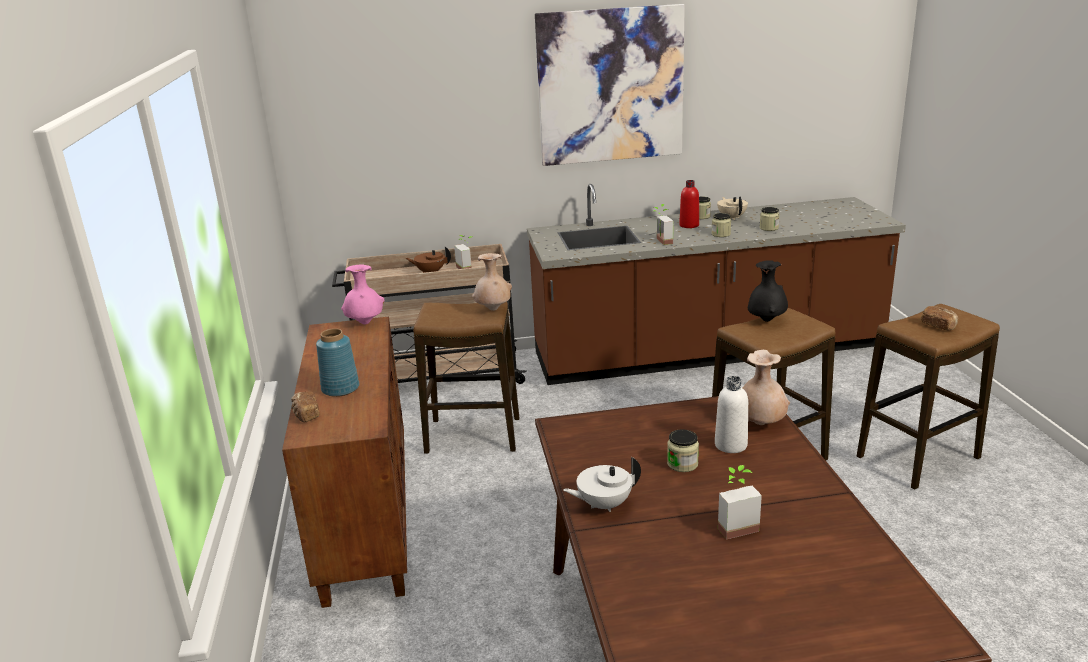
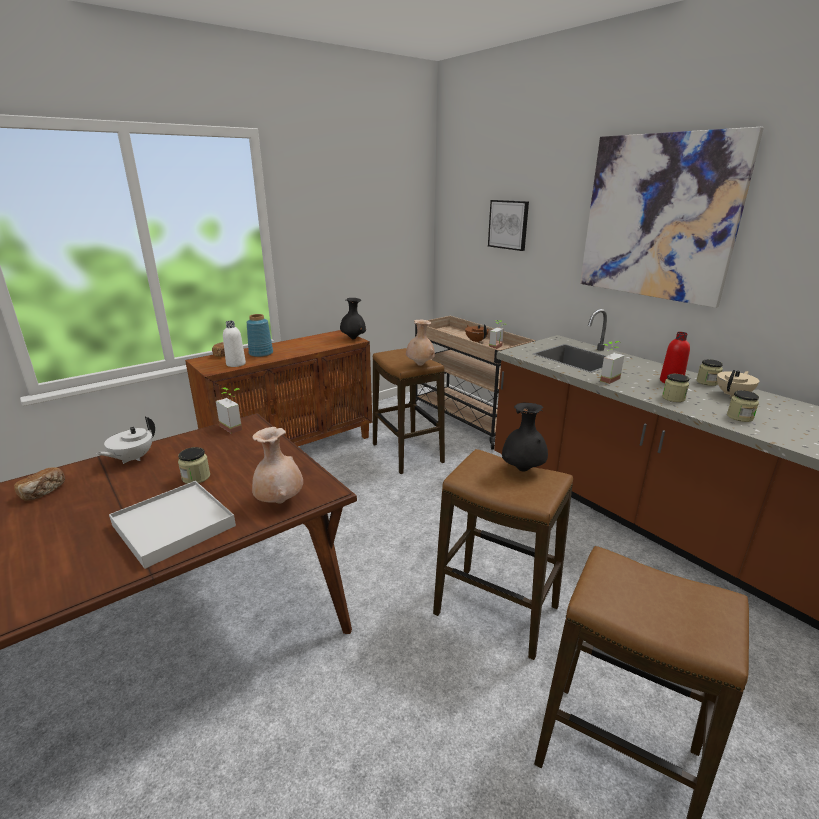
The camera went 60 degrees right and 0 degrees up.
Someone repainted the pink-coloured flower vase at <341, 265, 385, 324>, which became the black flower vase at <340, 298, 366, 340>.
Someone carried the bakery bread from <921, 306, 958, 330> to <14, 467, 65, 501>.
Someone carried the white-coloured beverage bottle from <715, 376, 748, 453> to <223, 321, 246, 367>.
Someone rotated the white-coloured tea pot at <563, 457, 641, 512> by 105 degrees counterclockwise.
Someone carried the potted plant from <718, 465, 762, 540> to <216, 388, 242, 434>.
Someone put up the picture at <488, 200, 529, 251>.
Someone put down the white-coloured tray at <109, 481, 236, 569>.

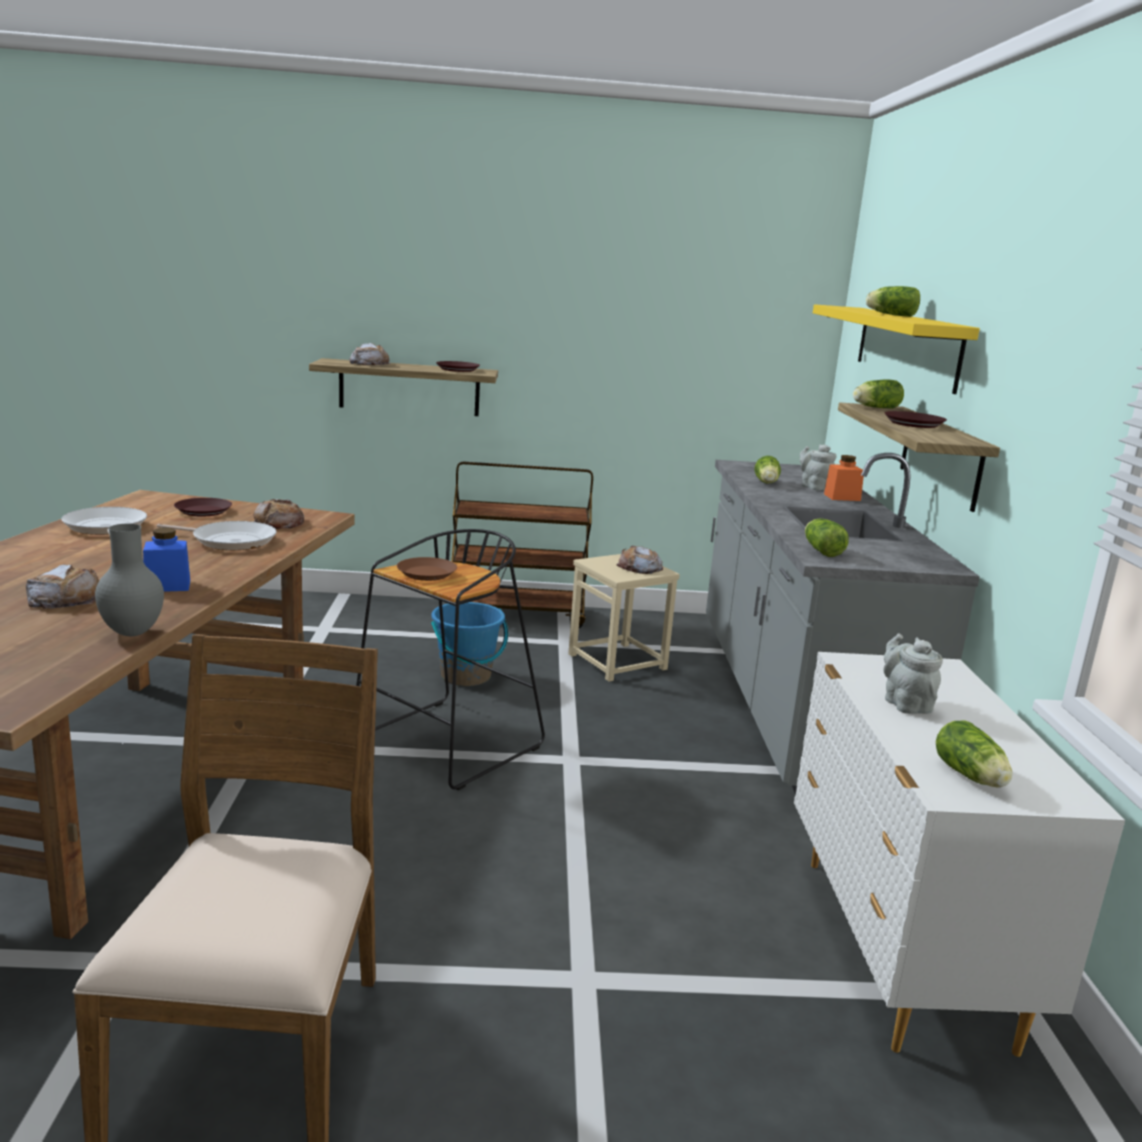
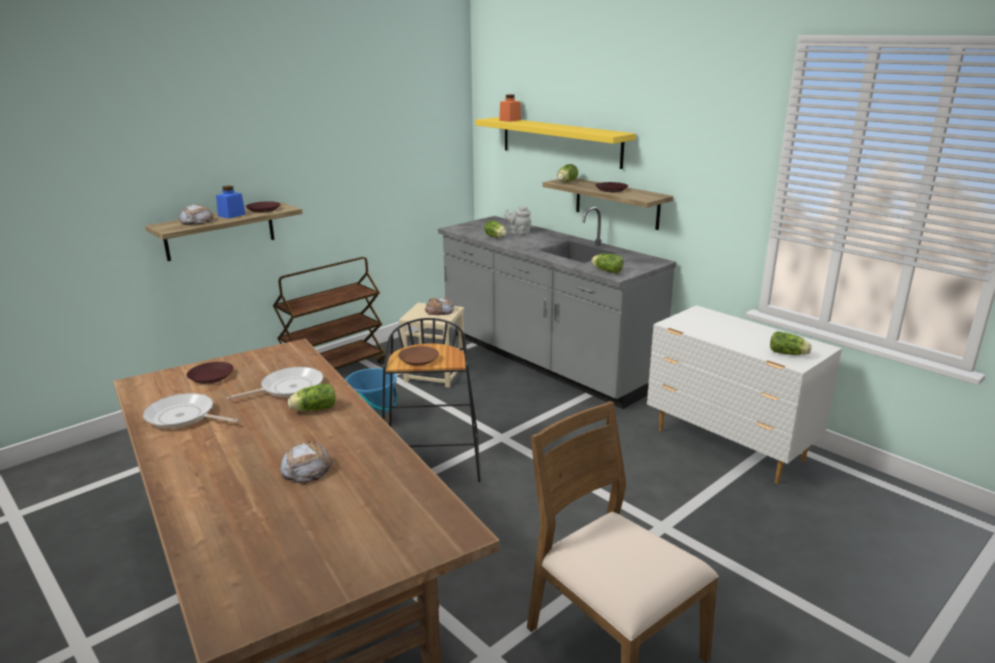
The camera went 40 degrees left and 5 degrees up.
Someone carried the lettuce head from <866, 286, 920, 317> to <288, 383, 336, 411>.
Someone carried the orangey preserve jar from <824, 455, 864, 501> to <499, 95, 521, 122>.
Someone took away the bakery bread at <253, 499, 304, 529>.
Someone took away the grey flower vase at <95, 524, 164, 636>.
Someone carried the bluish preserve jar from <143, 528, 190, 592> to <216, 186, 245, 219>.
Someone took away the grey tea pot at <883, 633, 943, 714>.

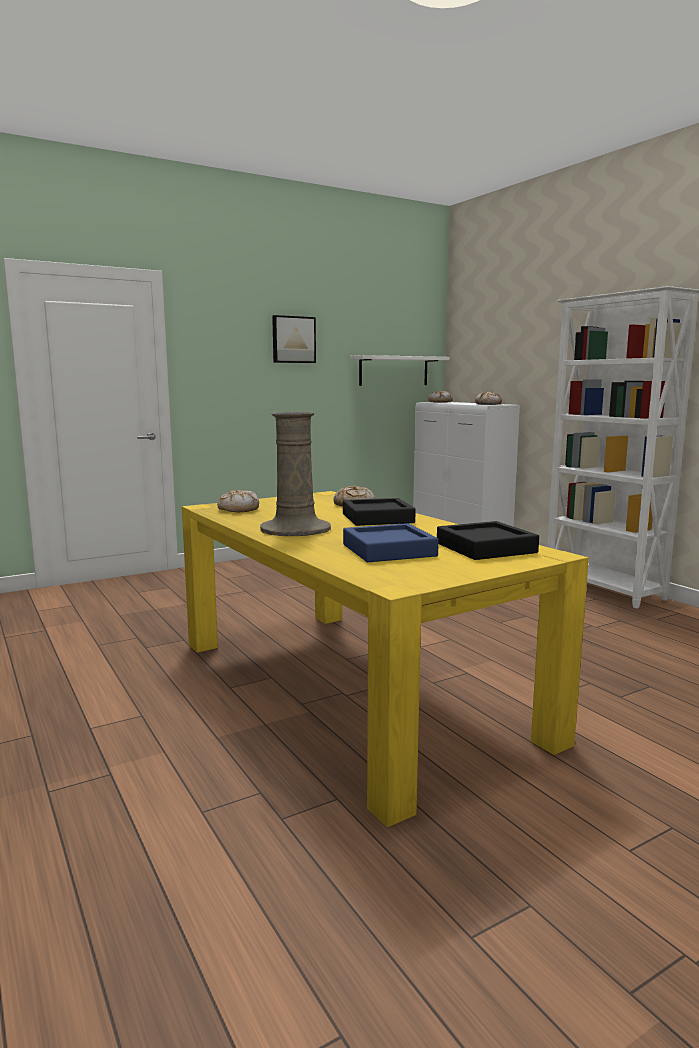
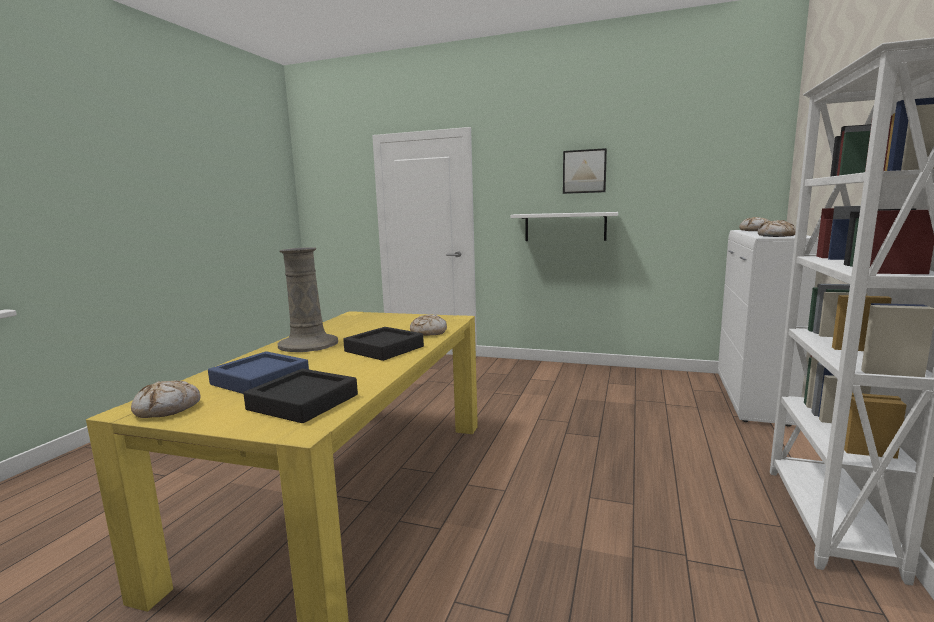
The camera went 50 degrees right and 0 degrees up.
Someone carried the white-coloured shelf from <350, 355, 449, 386> to <511, 212, 618, 241>.
Someone carried the bakery bread from <217, 490, 259, 512> to <131, 381, 201, 418>.

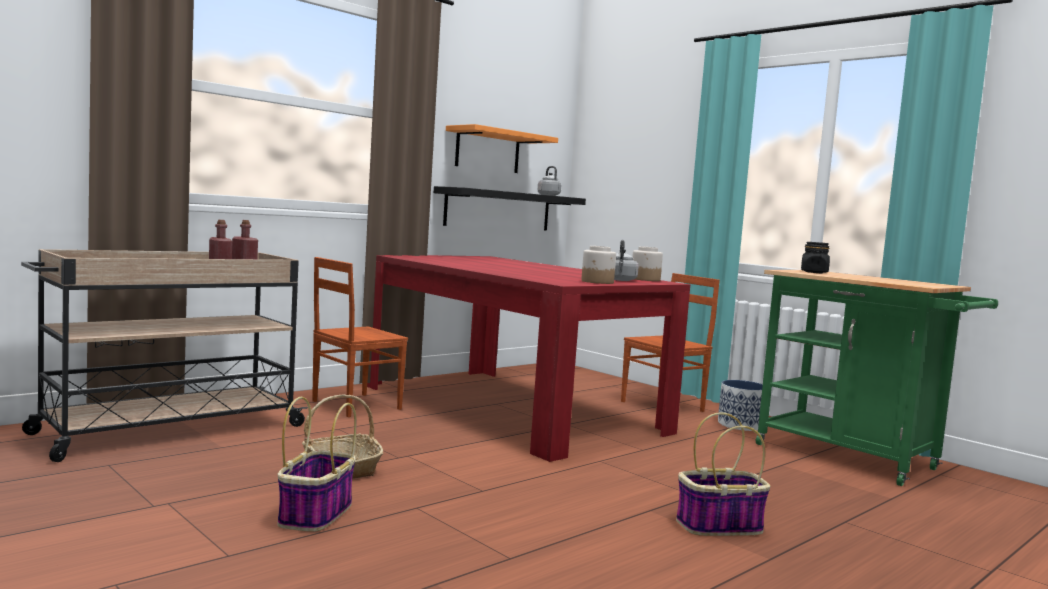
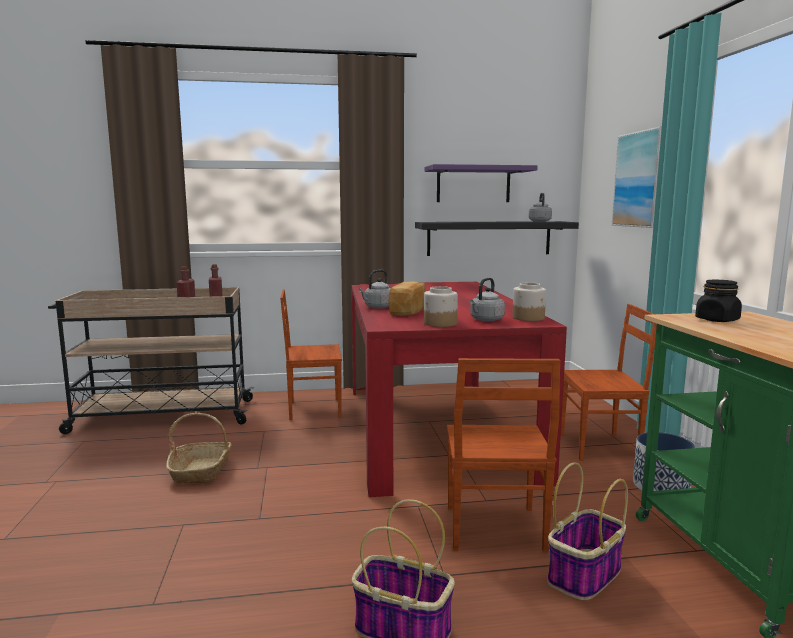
The camera went 35 degrees right and 5 degrees up.
Someone repainted the orangey shelf at <446, 124, 558, 173>, which became the purple-coloured shelf at <425, 164, 538, 202>.
Someone carried the basket from <277, 397, 357, 532> to <547, 462, 628, 601>.
Someone put up the picture at <612, 126, 662, 228>.
Someone put down the grey tea kettle at <359, 270, 391, 308>.
Someone put down the bakery bread at <388, 282, 426, 316>.
Someone put down the brownish upright chair at <447, 358, 561, 552>.

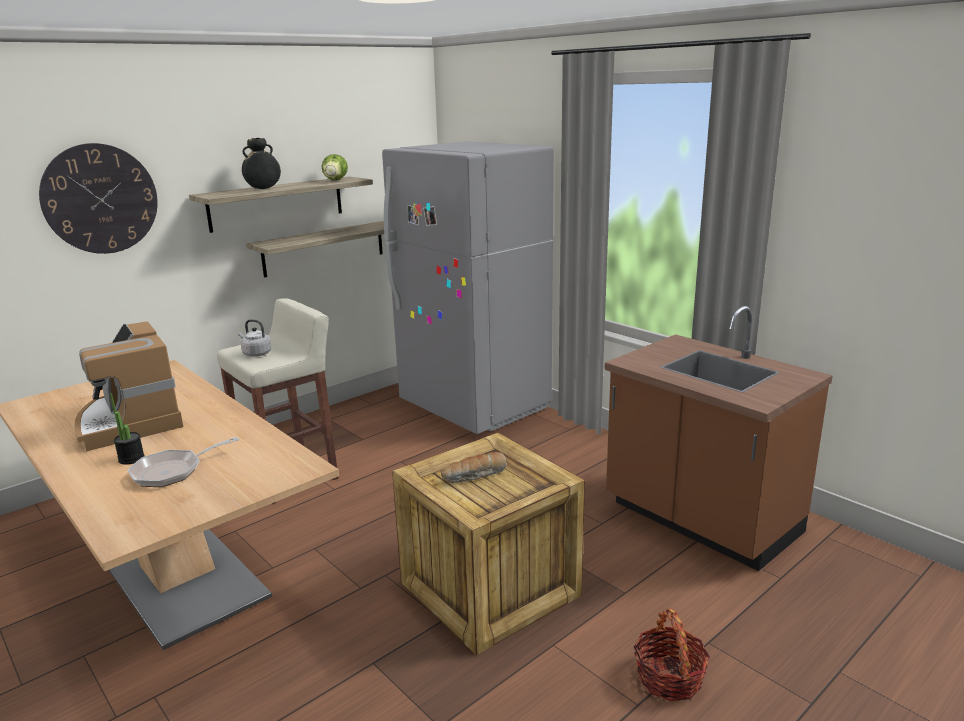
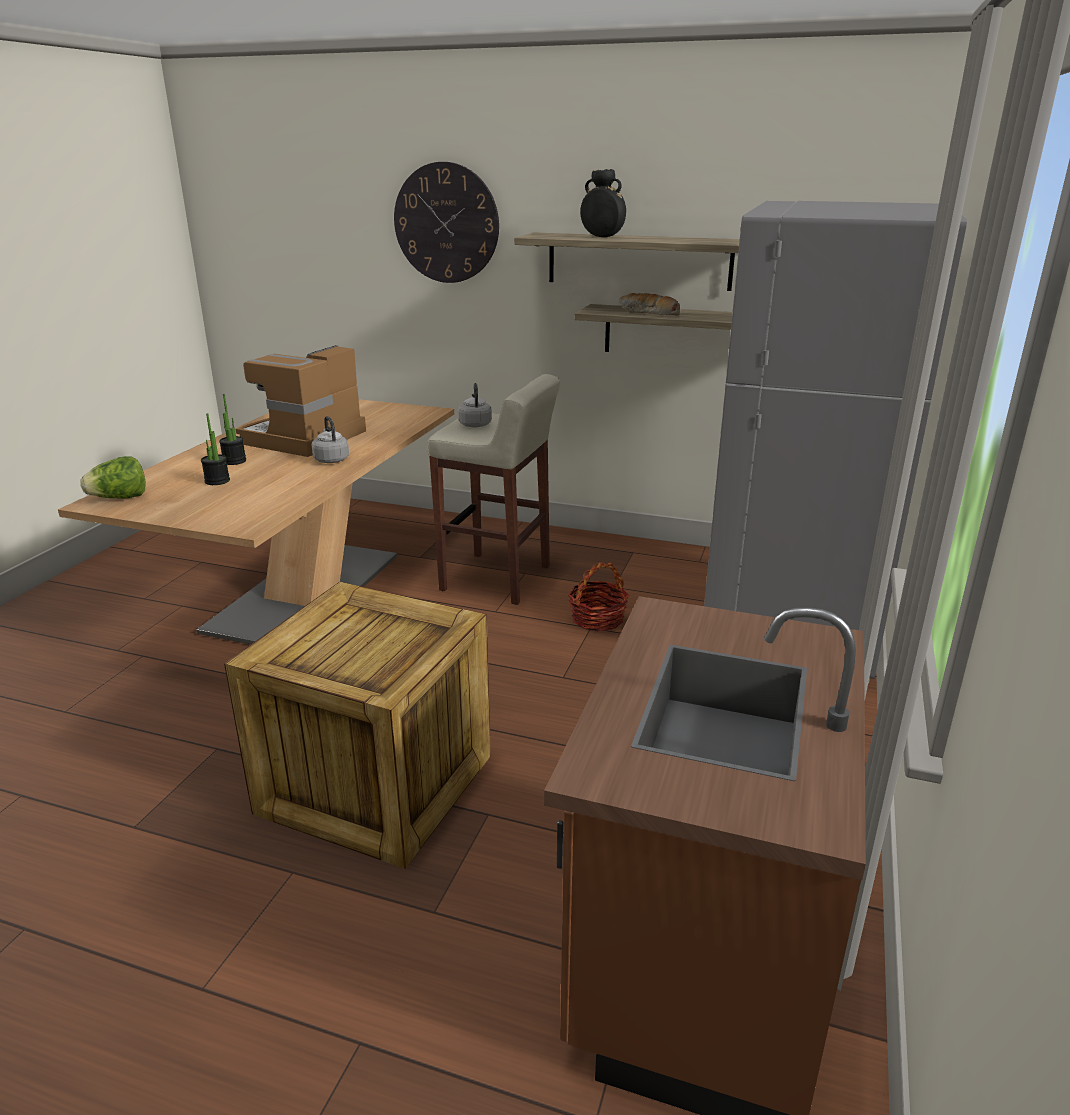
The camera went 60 degrees right and 5 degrees up.
Someone carried the lettuce head from <322, 154, 348, 180> to <80, 456, 146, 499>.
Someone swapped the frying pan at <127, 437, 239, 487> for the potted plant at <201, 414, 230, 485>.
Someone carried the bakery bread from <441, 452, 507, 483> to <619, 293, 681, 316>.
Someone carried the basket from <634, 608, 710, 701> to <568, 562, 629, 631>.
Someone put down the grey tea kettle at <312, 416, 349, 463>.

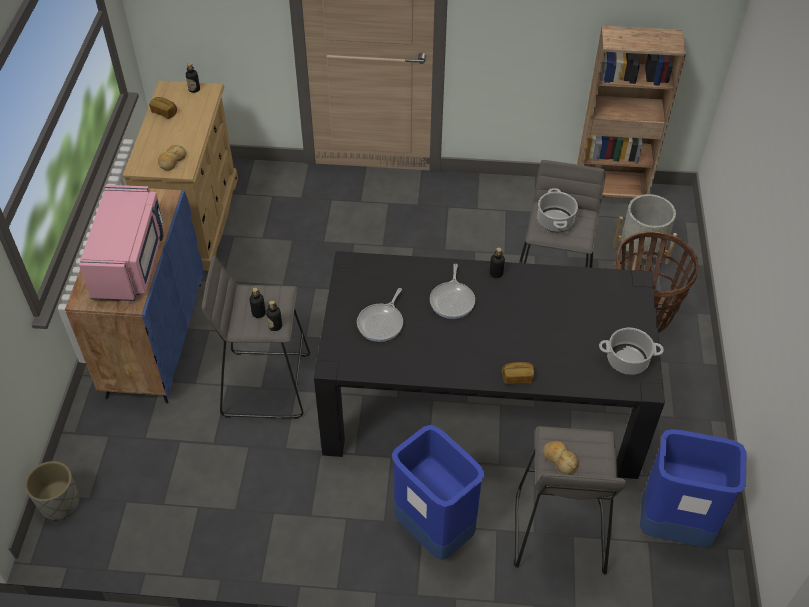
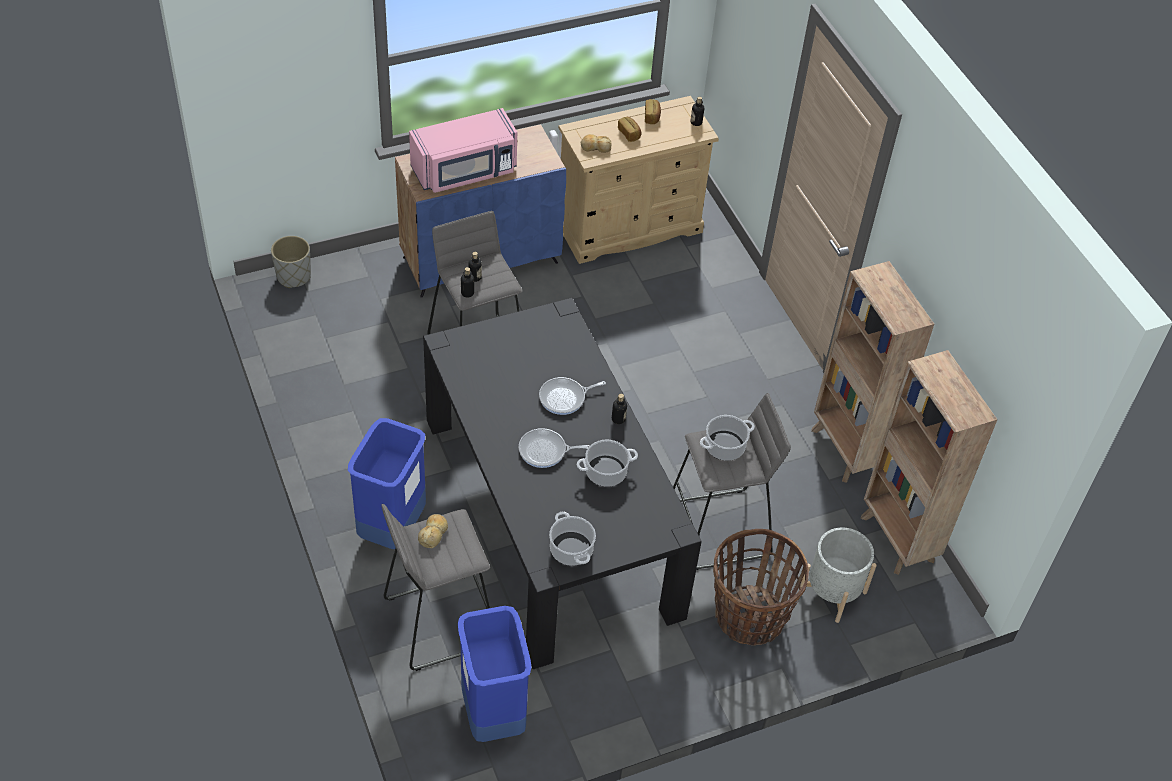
The camera went 60 degrees right and 0 degrees up.
Someone carried the frying pan from <357, 288, 403, 342> to <519, 428, 590, 468>.
Someone carried the bakery bread from <502, 362, 534, 384> to <618, 117, 641, 142>.
Someone put down the brownish shelving unit at <811, 261, 934, 483>.
Someone put down the cooking pot at <577, 440, 638, 487>.

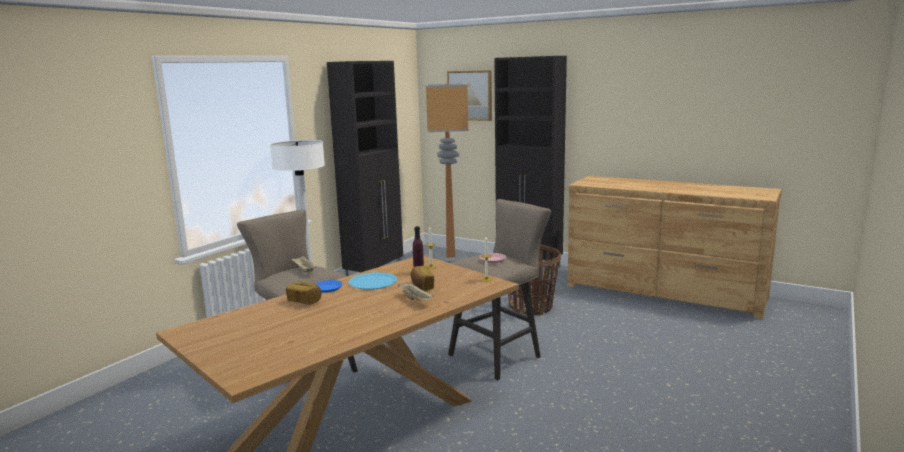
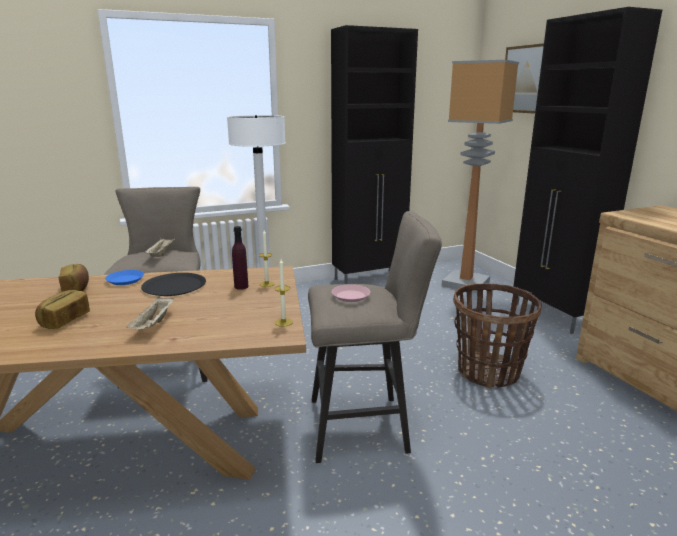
The camera went 35 degrees right and 5 degrees up.
Someone carried the bakery bread from <411, 266, 434, 291> to <35, 290, 90, 329>.
Someone repainted the bluish plate at <348, 272, 397, 290>, which became the black plate at <141, 273, 206, 296>.

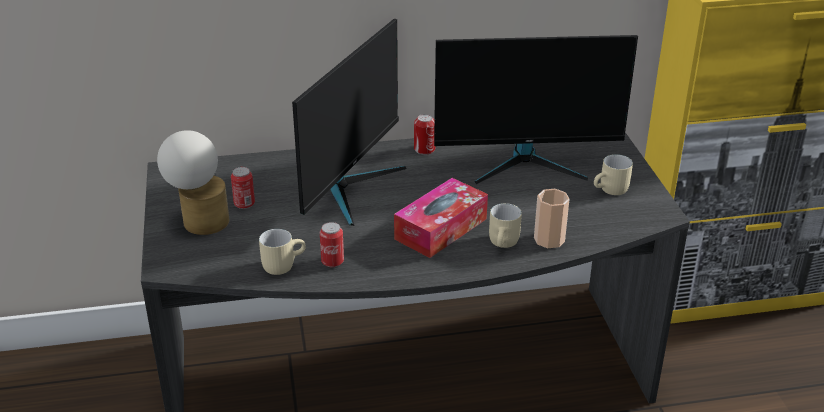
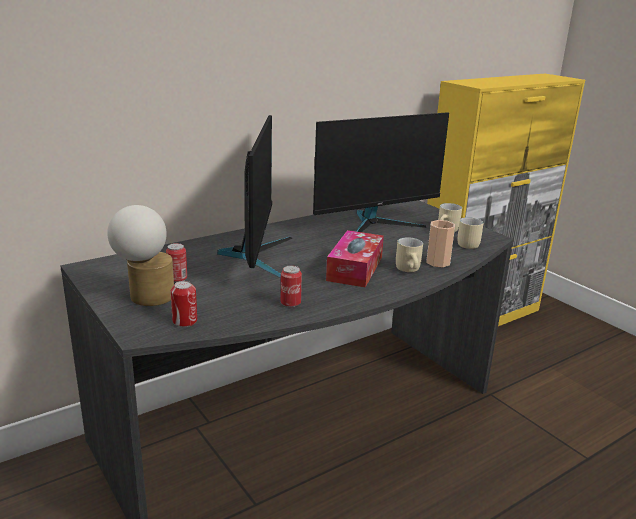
The camera went 25 degrees left and 10 degrees down.
Someone carried the sealed can from <414, 114, 435, 155> to <170, 281, 197, 327>.
Someone carried the sand-coloured coffee mug from <259, 229, 306, 275> to <458, 217, 483, 249>.

